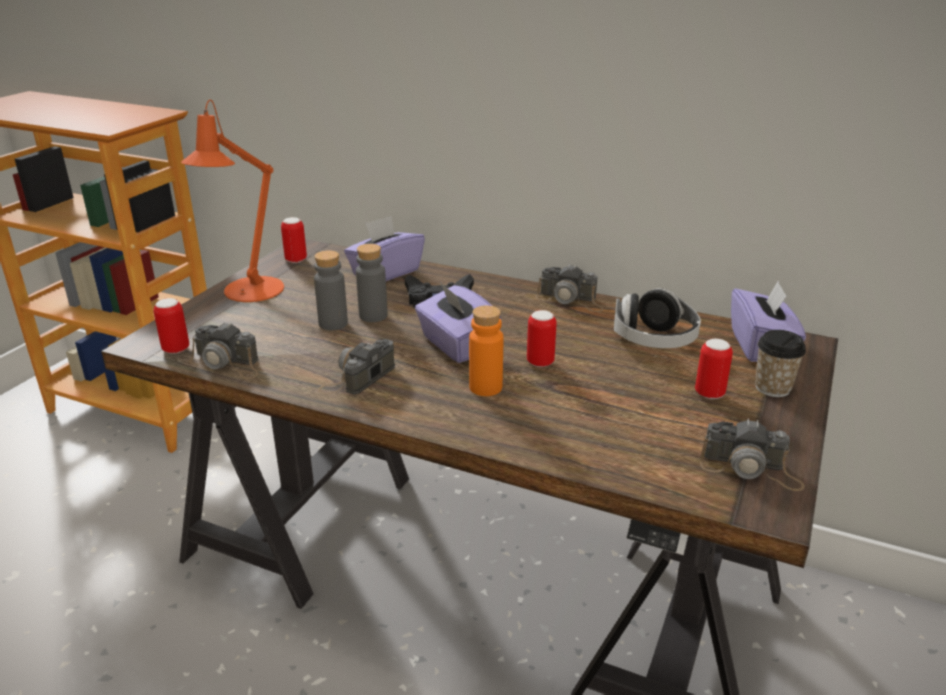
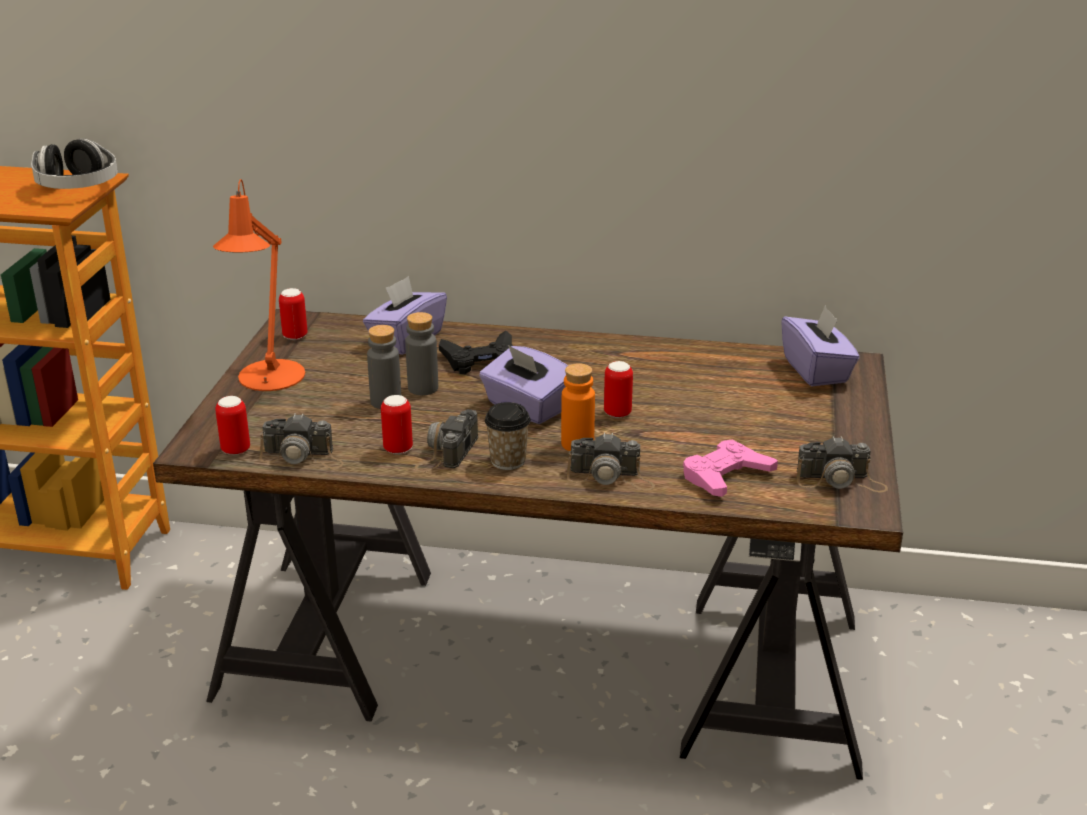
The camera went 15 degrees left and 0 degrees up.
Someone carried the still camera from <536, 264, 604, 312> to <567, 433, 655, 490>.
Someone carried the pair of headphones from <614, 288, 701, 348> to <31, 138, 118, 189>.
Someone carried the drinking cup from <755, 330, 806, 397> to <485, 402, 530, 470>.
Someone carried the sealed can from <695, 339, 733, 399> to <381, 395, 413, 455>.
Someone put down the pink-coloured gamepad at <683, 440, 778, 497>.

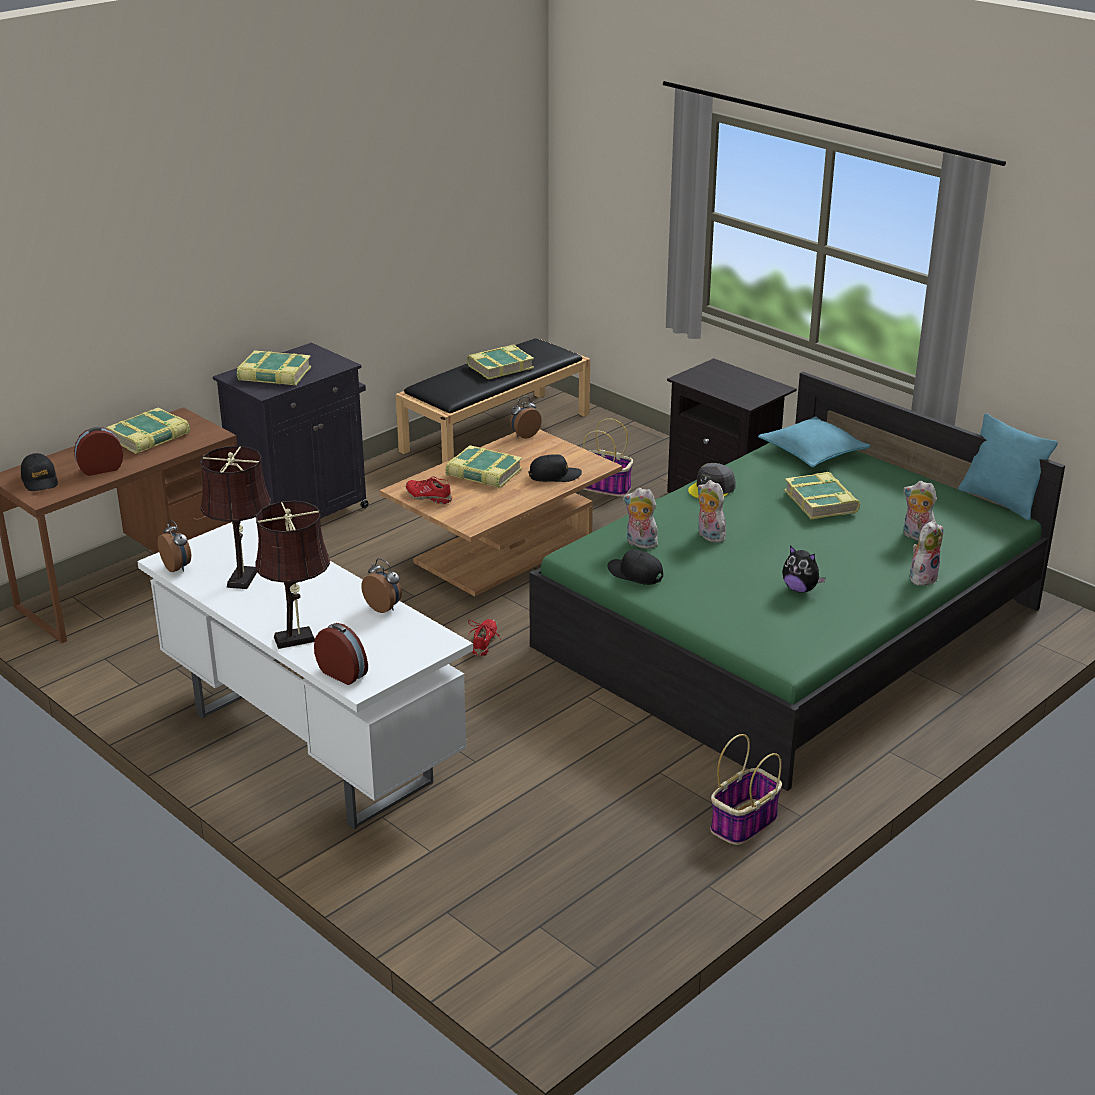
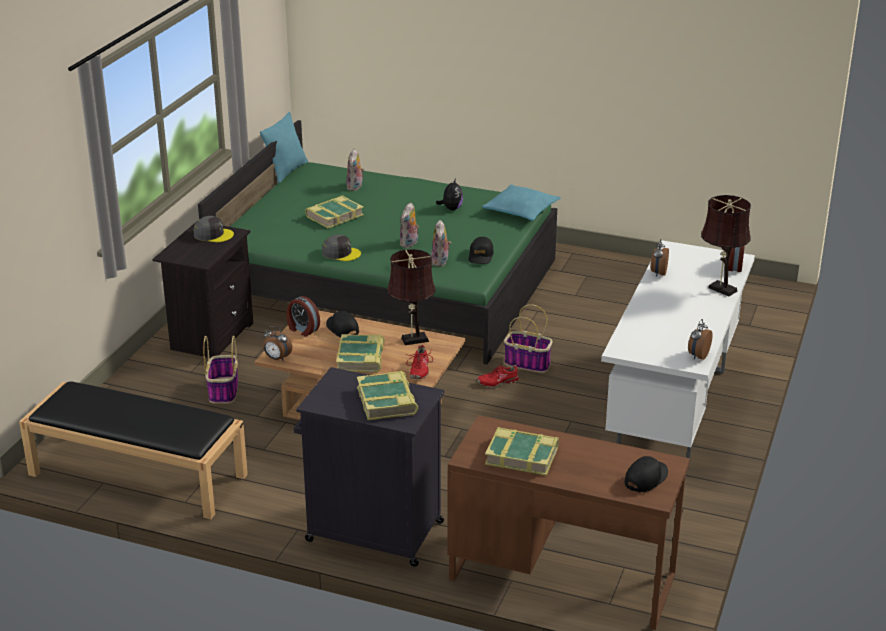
The camera went 115 degrees left and 0 degrees up.
Someone took away the bound book at <467, 344, 534, 380>.
Someone carried the turquoise-coloured cushion from <758, 417, 871, 467> to <482, 184, 561, 221>.
Someone carried the table clock from <74, 427, 123, 476> to <287, 296, 320, 336>.
Someone carried the brownish table lamp from <200, 446, 271, 589> to <387, 249, 436, 345>.
Someone took away the cuddly toy at <910, 520, 943, 586>.
Someone carried the basket from <710, 734, 782, 845> to <504, 304, 553, 373>.
Someone put down the grey peaked cap at <194, 216, 234, 242>.

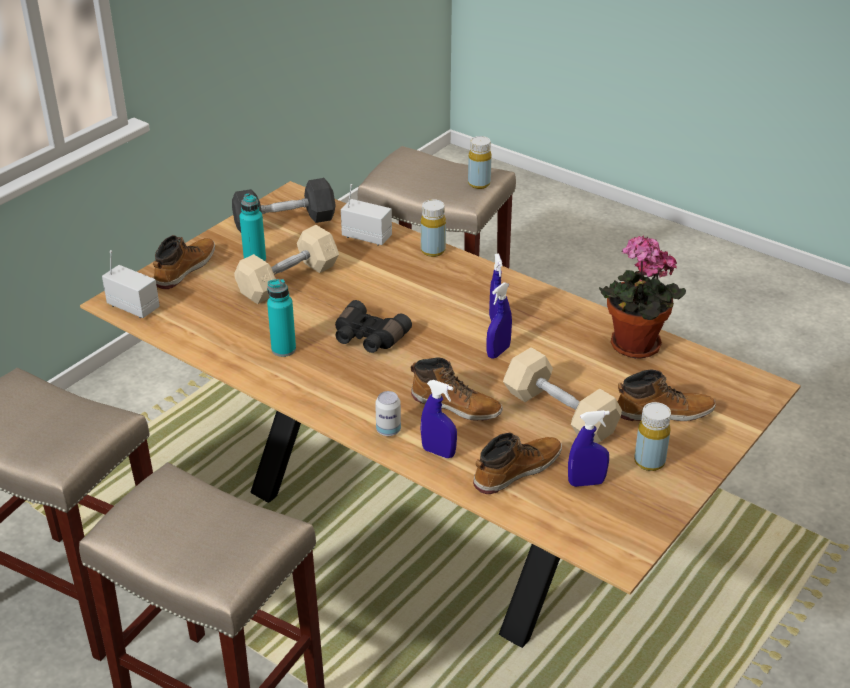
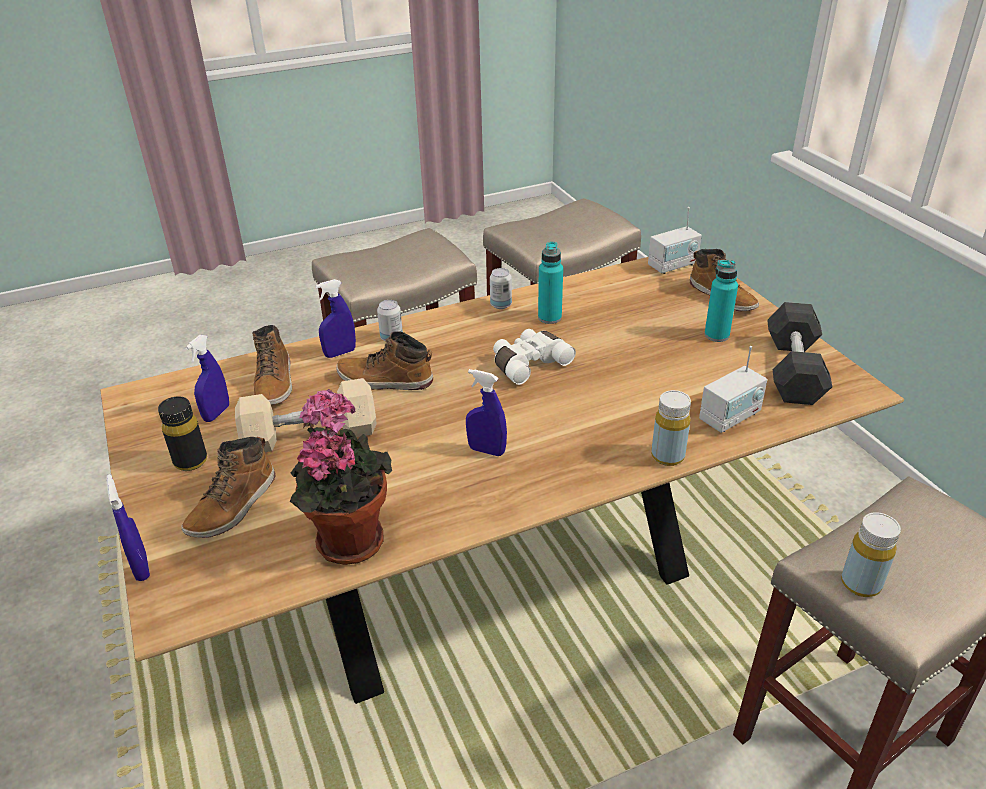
The camera went 120 degrees right and 0 degrees up.
Someone took away the sand-coloured dumbbell at <234, 225, 339, 304>.
Someone carried the bluish hand sprayer from <486, 282, 512, 359> to <106, 474, 150, 581>.
Someone repainted the black field glasses at <335, 300, 412, 353>, which became the white-coloured field glasses at <493, 329, 576, 385>.
Someone rotated the tall boot at <410, 358, 503, 421> by 45 degrees clockwise.
Someone repainted the yellow beverage bottle at <634, 402, 671, 471>, which became the black beverage bottle at <158, 396, 207, 471>.
Someone put down the sealed can at <490, 268, 512, 309>.

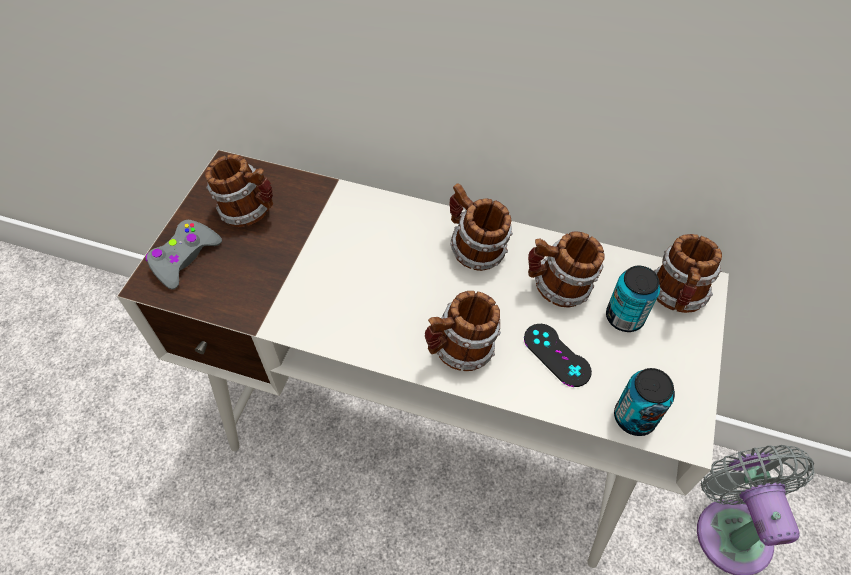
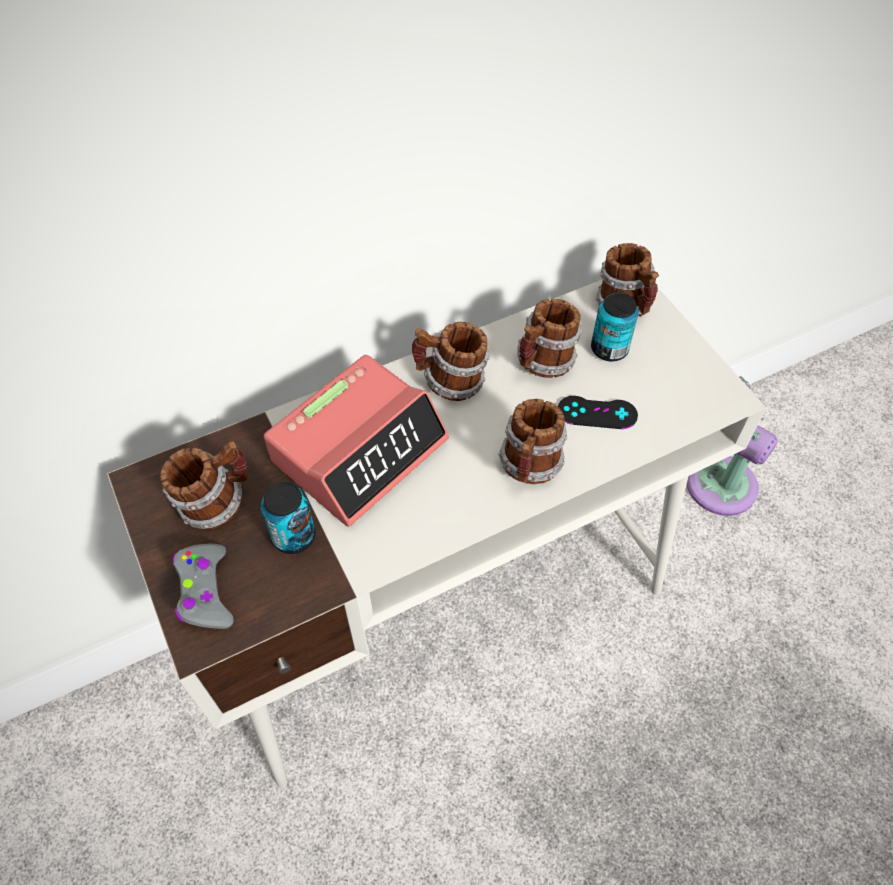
The camera went 45 degrees left and 0 degrees up.
Someone carried the sealed can from <614, 368, 675, 436> to <261, 482, 316, 554>.
Someone put down the table clock at <264, 355, 449, 527>.

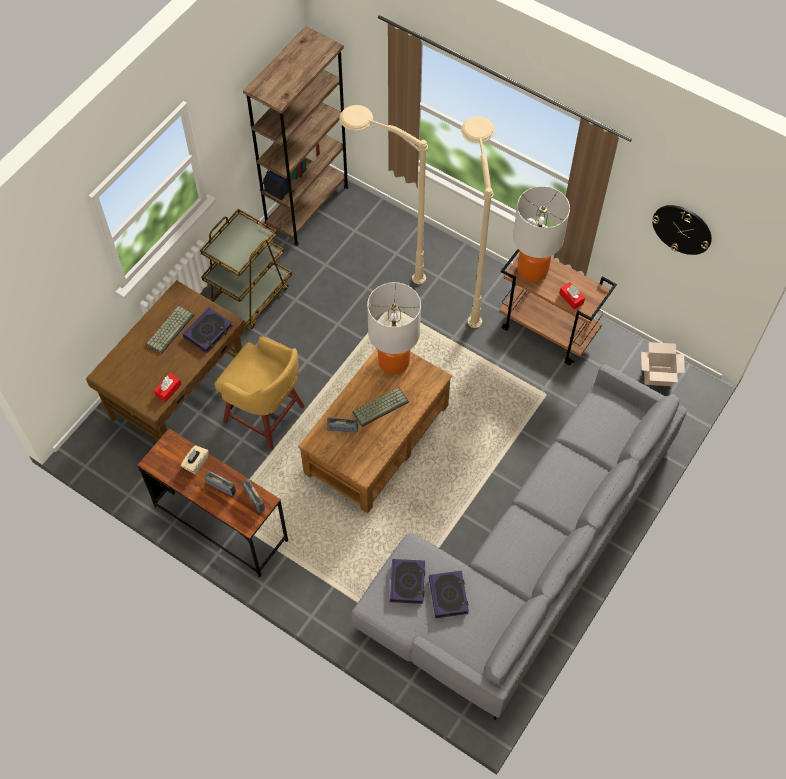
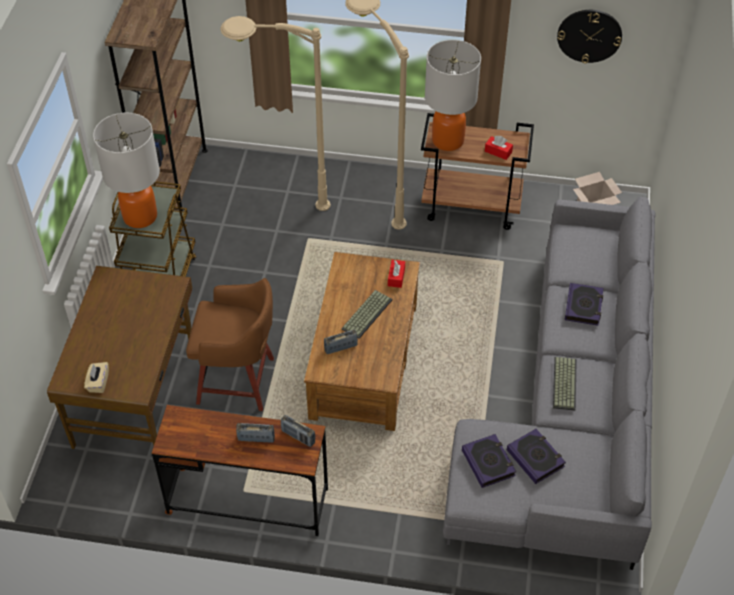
The camera went 25 degrees left and 10 degrees down.
Someone carried the table lamp from <367, 282, 421, 375> to <93, 113, 160, 228>.
Someone carried the keyboard from <146, 306, 194, 354> to <553, 357, 577, 411>.
Someone carried the bound book from <183, 307, 233, 353> to <565, 283, 603, 326>.
Someone repainted the yellow sitting stool at <214, 336, 305, 450>, which became the brownish sitting stool at <186, 278, 274, 411>.
Someone carried the red box of tissues from <154, 373, 182, 402> to <388, 260, 405, 288>.
Someone carried the sand-coloured box of tissues from <181, 445, 209, 474> to <84, 362, 109, 393>.

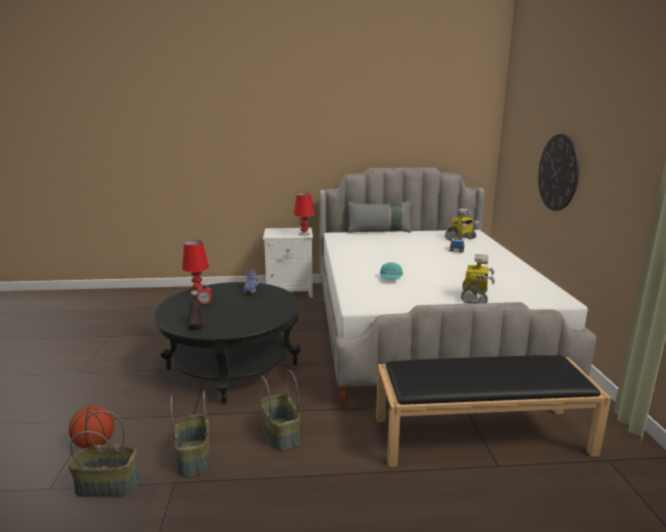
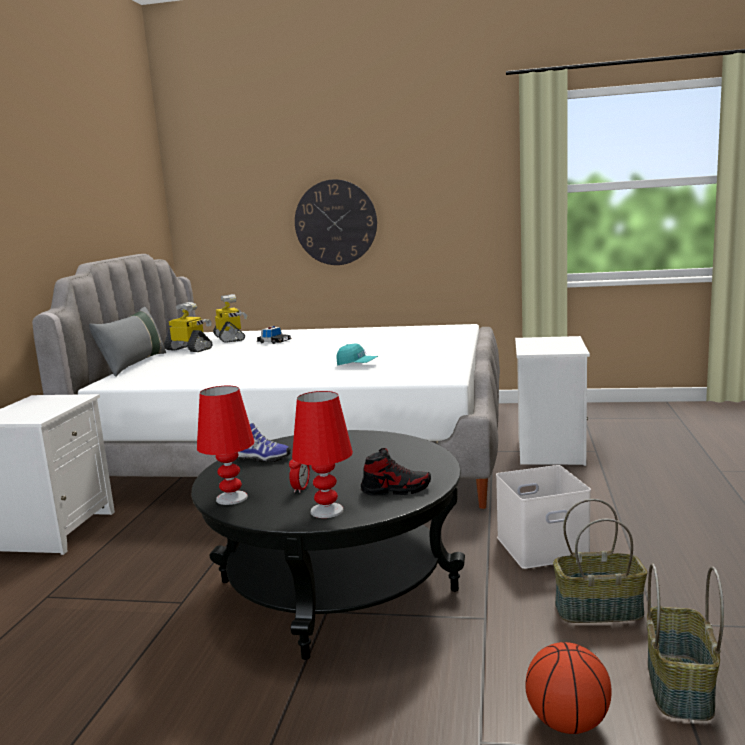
The camera went 75 degrees left and 5 degrees down.
Someone carried the red table lamp from <294, 193, 314, 236> to <292, 391, 353, 518>.
Someone carried the toy robot from <461, 254, 495, 304> to <164, 302, 213, 352>.
Someone swapped the black long seat at <376, 355, 611, 467> for the white-coloured night table at <515, 336, 590, 466>.
Someone swapped the basket at <259, 370, 300, 451> for the white-coloured storage container at <496, 465, 591, 569>.

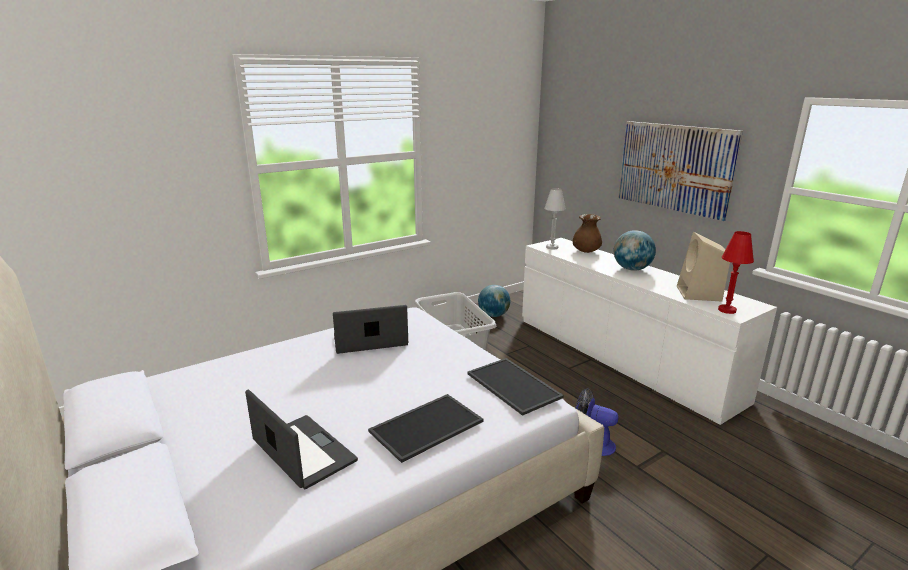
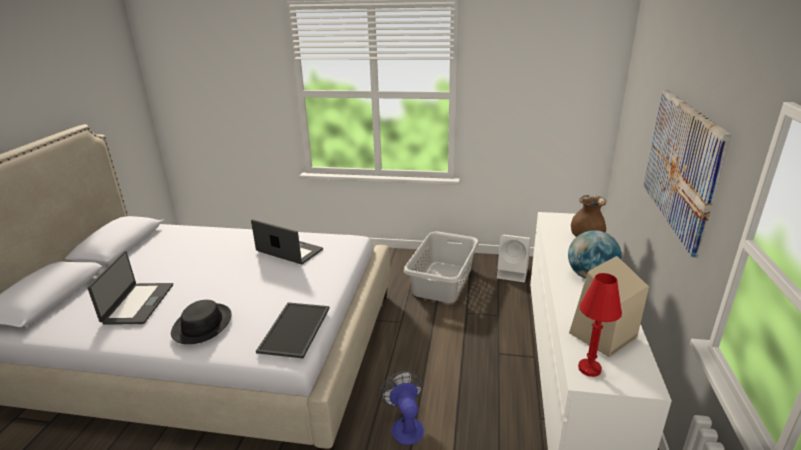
The camera went 45 degrees right and 5 degrees up.
Someone took away the white-coloured table lamp at <544, 188, 566, 249>.
Someone swapped the globe at <478, 285, 510, 317> for the white-coloured audio speaker at <497, 235, 531, 282>.
Someone swapped the tray at <368, 394, 483, 463> for the black wearable hat at <171, 300, 231, 344>.

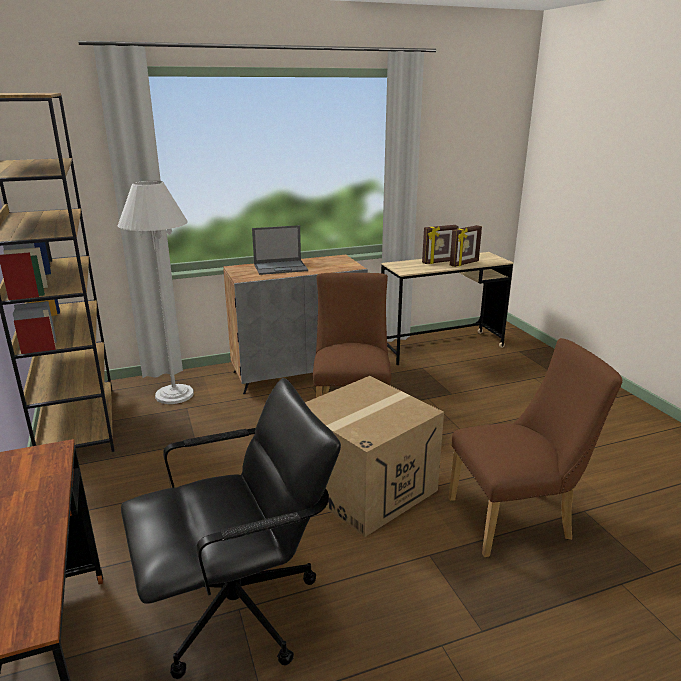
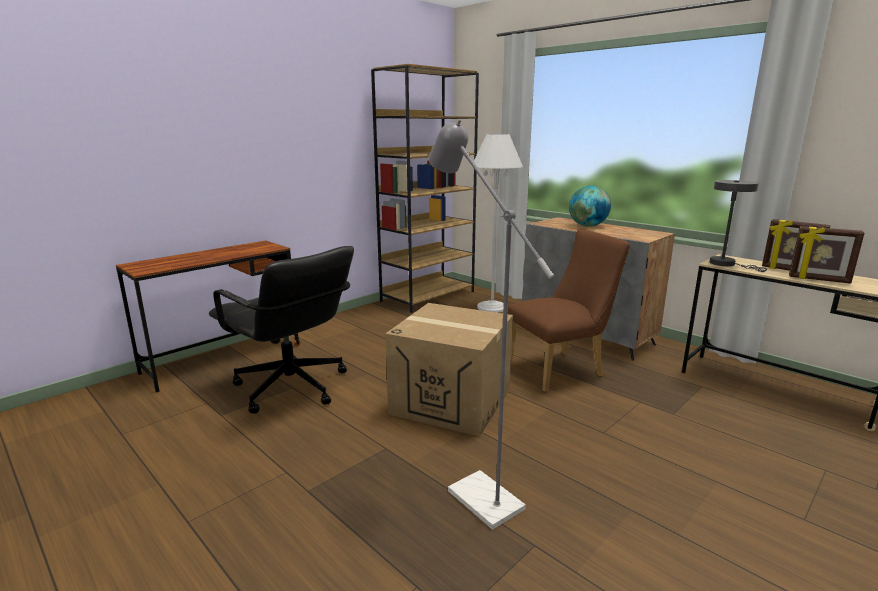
The camera went 65 degrees right and 5 degrees down.
Someone swapped the portable computer at <252, 225, 308, 275> for the globe at <569, 186, 611, 226>.
Someone swapped the brownish upright chair at <448, 338, 623, 557> for the grey standard lamp at <428, 119, 554, 530>.
Someone put down the grey table lamp at <710, 180, 767, 272>.

